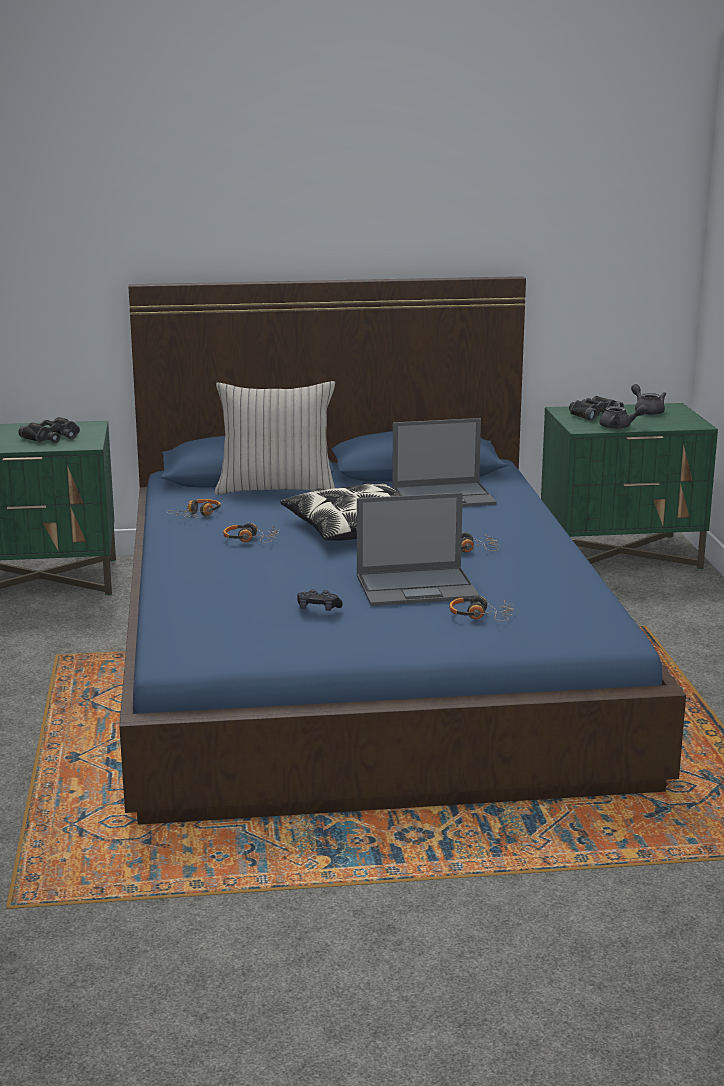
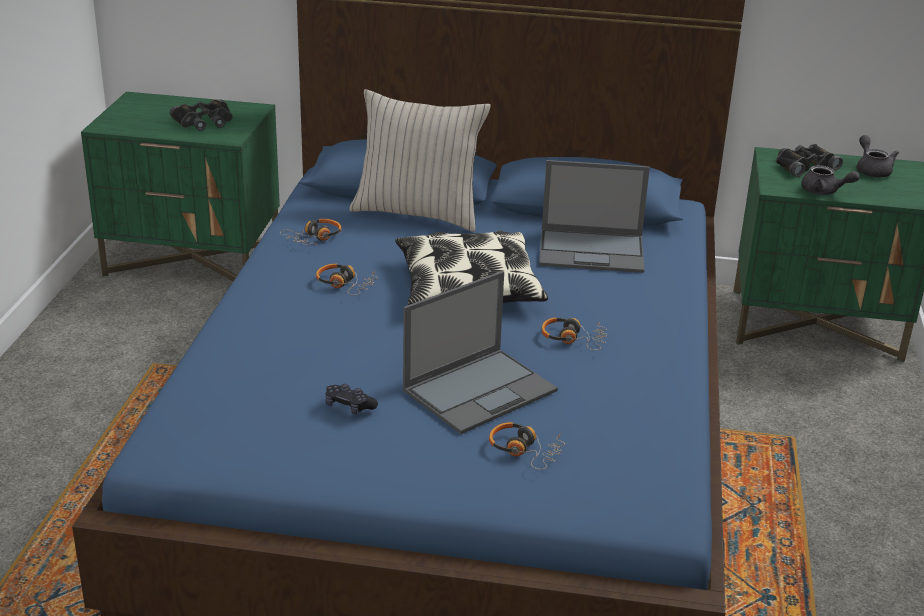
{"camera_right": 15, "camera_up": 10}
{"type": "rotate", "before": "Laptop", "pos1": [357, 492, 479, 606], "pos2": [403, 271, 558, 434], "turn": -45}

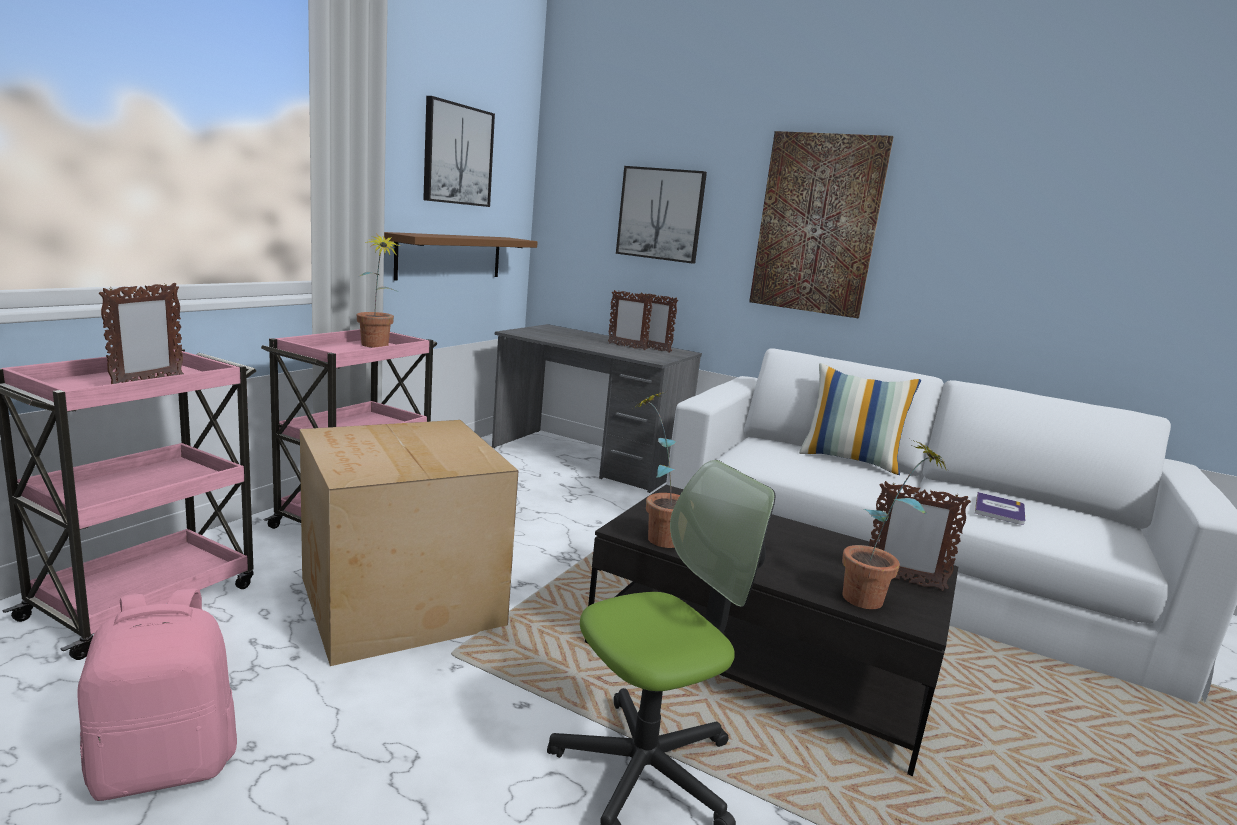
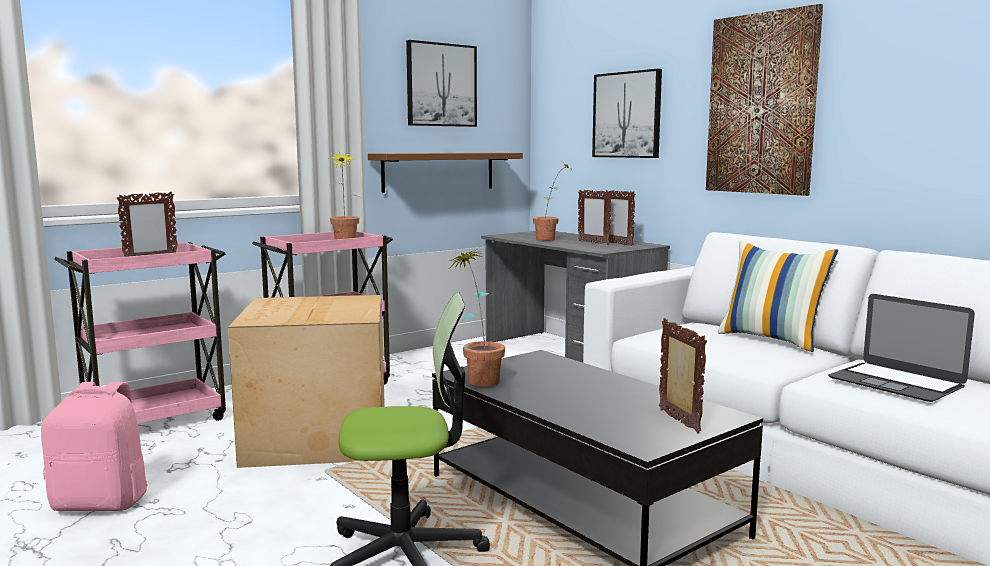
{"camera_right": 25, "camera_up": -5}
{"type": "move", "before": "PottedPlant", "pos1": [842, 439, 950, 609], "pos2": [533, 161, 571, 241]}
{"type": "rotate", "before": "PictureFrame", "pos1": [869, 481, 971, 591], "pos2": [659, 318, 707, 434], "turn": -150}
{"type": "replace", "before": "Volume", "after": "Laptop", "pos1": [975, 492, 1025, 525], "pos2": [828, 294, 975, 402]}

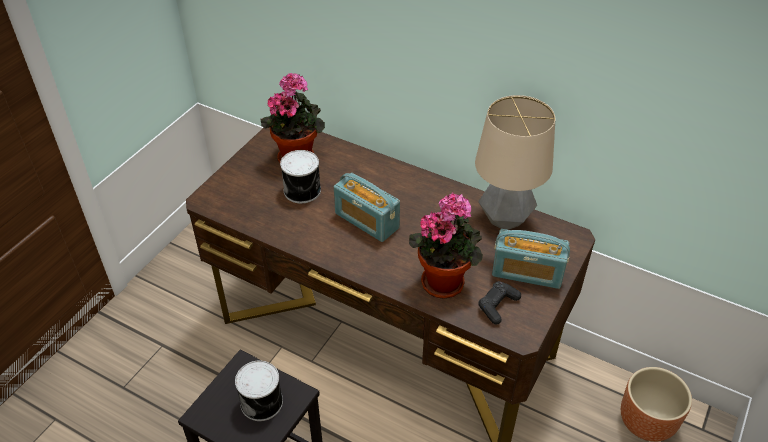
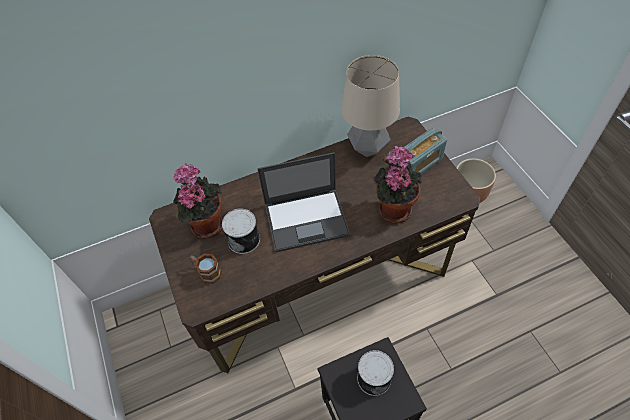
{"camera_right": -50, "camera_up": 10}
{"type": "replace", "before": "RadioSet", "after": "Laptop", "pos1": [334, 173, 400, 242], "pos2": [258, 152, 350, 252]}
{"type": "delete", "before": "BlackJoypad", "pos1": [478, 281, 521, 325]}
{"type": "insert", "after": "CoffeeMug", "pos2": [190, 254, 222, 284]}

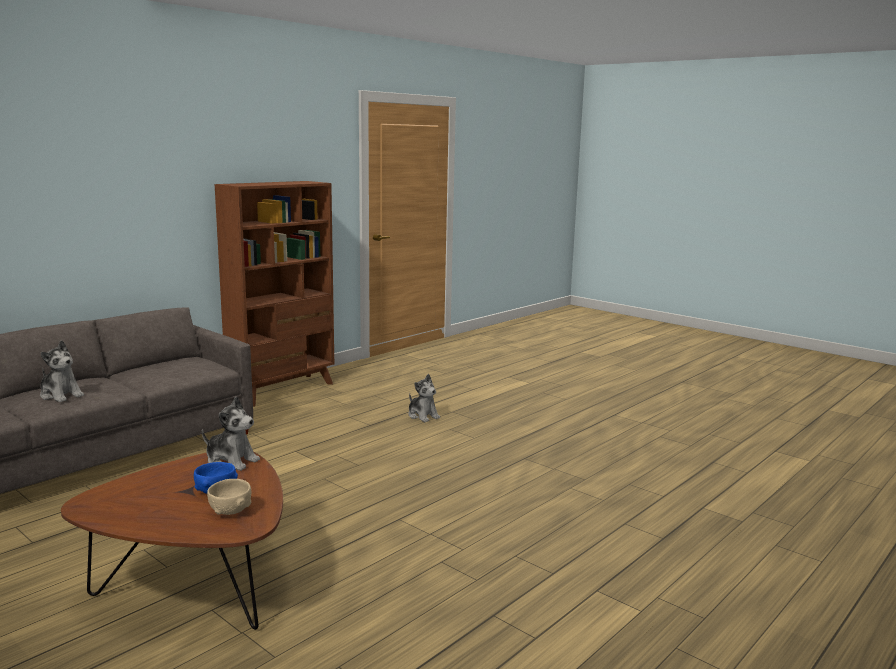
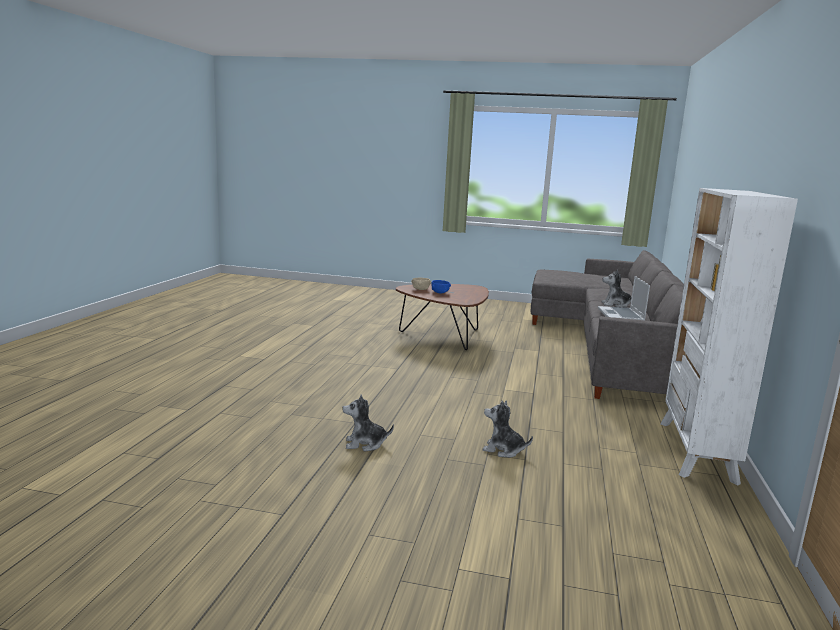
{"camera_right": 150, "camera_up": 0}
{"type": "move", "before": "CuddlyToy", "pos1": [202, 396, 260, 471], "pos2": [342, 395, 394, 452]}
{"type": "recolor", "before": "BrownishBookcase", "after": "WhiteColouredBookcase", "pos1": [215, 181, 334, 407], "pos2": [660, 188, 798, 485]}
{"type": "insert", "after": "Laptop", "pos2": [598, 276, 650, 321]}

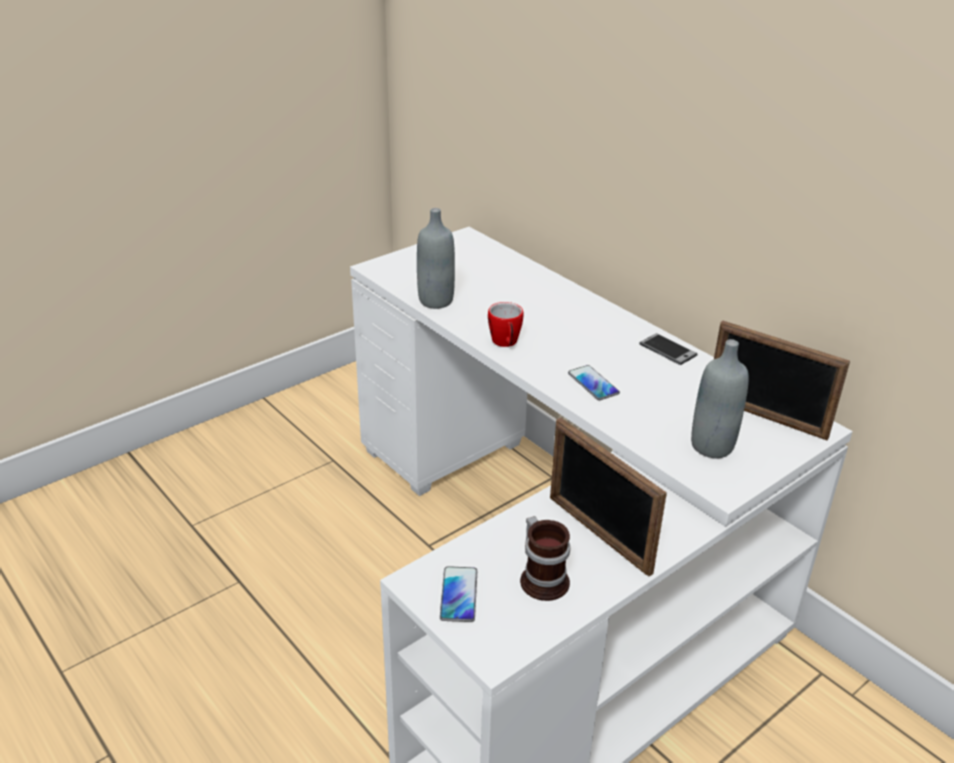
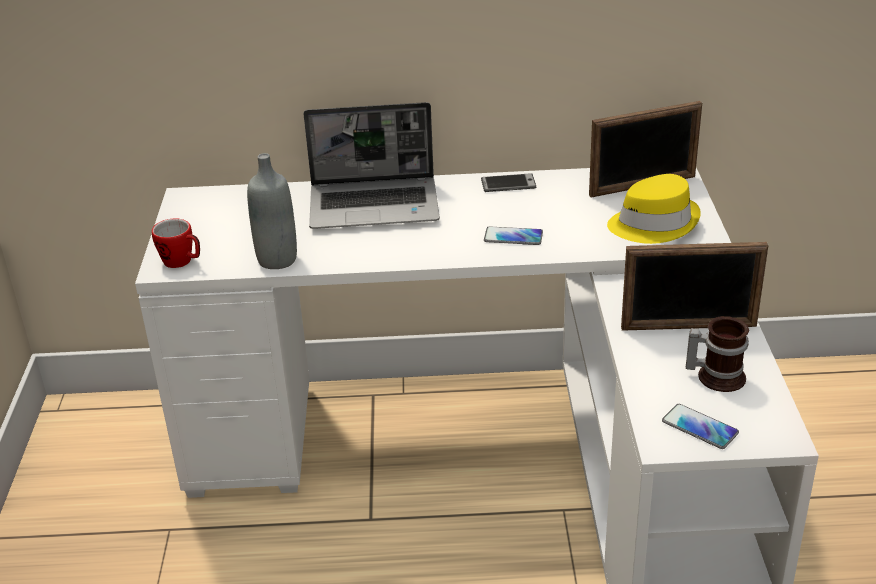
{"camera_right": -50, "camera_up": 0}
{"type": "move", "before": "CoffeeMug", "pos1": [488, 302, 524, 347], "pos2": [152, 218, 200, 268]}
{"type": "replace", "before": "GreyishDrinkBottle", "after": "YellowColouredWearableHat", "pos1": [691, 339, 749, 459], "pos2": [607, 174, 701, 244]}
{"type": "insert", "after": "Laptop", "pos2": [304, 102, 440, 229]}

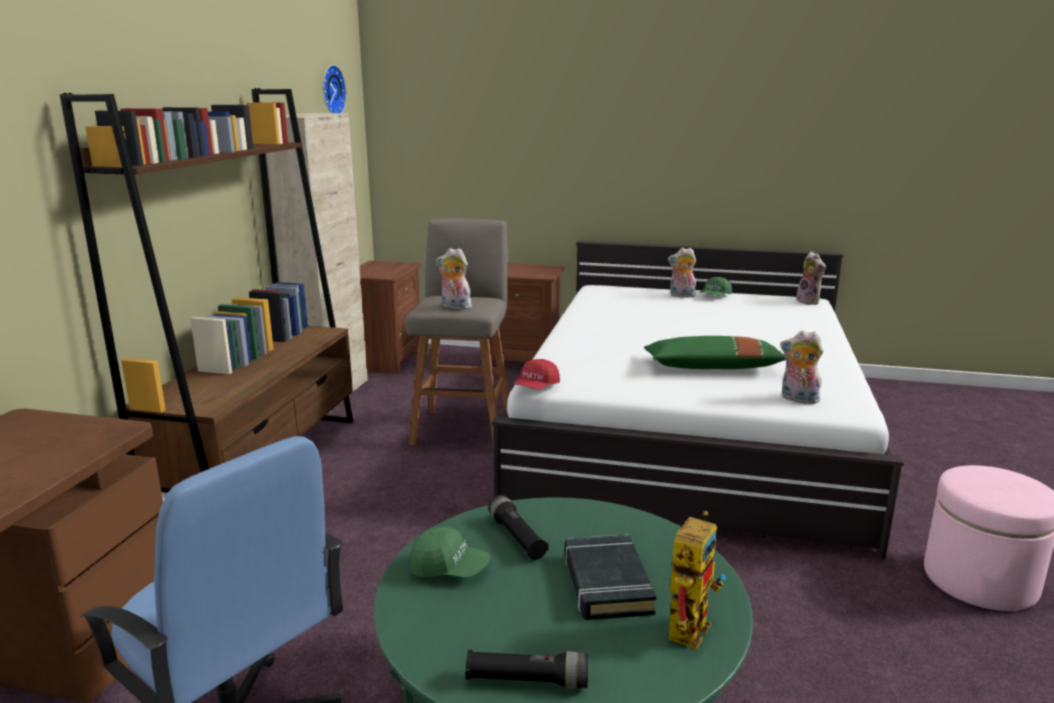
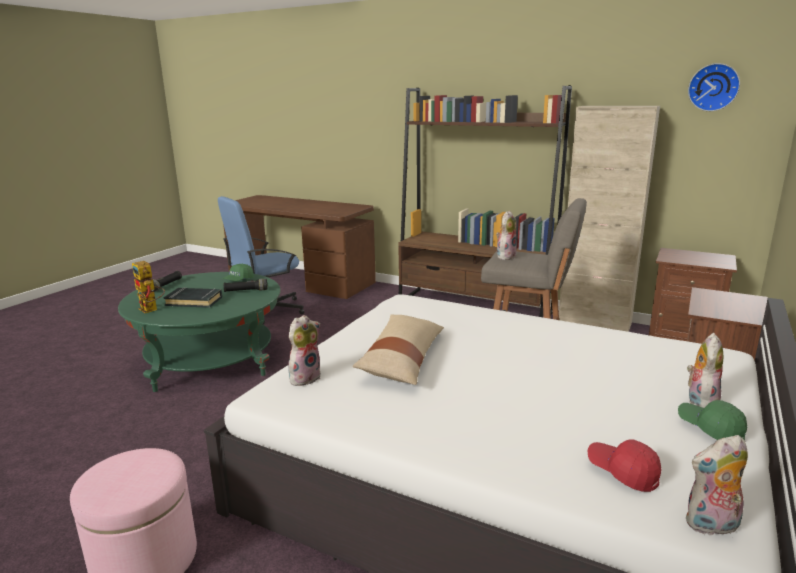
{"camera_right": 105, "camera_up": 0}
{"type": "move", "before": "RedCap", "pos1": [514, 359, 560, 390], "pos2": [587, 439, 662, 492]}
{"type": "recolor", "before": "GreenishThrowPillow", "after": "BeigeColouredThrowPillow", "pos1": [644, 336, 786, 369], "pos2": [352, 314, 444, 385]}

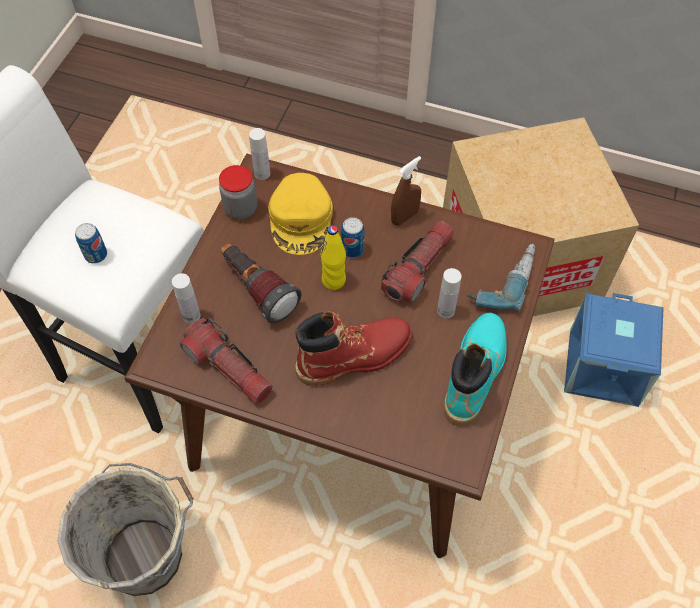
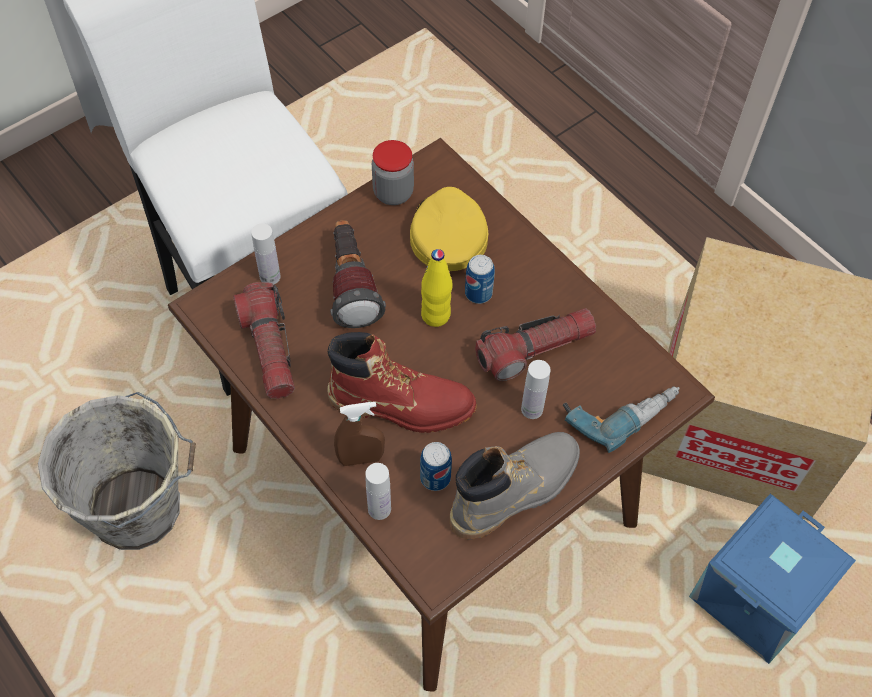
{"camera_right": 30, "camera_up": 0}
{"type": "move", "before": "SealedCan", "pos1": [75, 223, 107, 264], "pos2": [420, 442, 452, 491]}
{"type": "move", "before": "WhiteColouredDrinkBottle", "pos1": [249, 128, 270, 180], "pos2": [365, 463, 391, 520]}
{"type": "rotate", "before": "YellowColouredCap", "pos1": [268, 173, 333, 255], "pos2": [410, 187, 488, 271], "turn": 150}
{"type": "move", "before": "BrownishSprayer", "pos1": [391, 156, 421, 226], "pos2": [334, 402, 385, 466]}
{"type": "recolor", "before": "BlueGreenBoot", "after": "GreyishBoot", "pos1": [444, 313, 507, 427], "pos2": [450, 432, 580, 539]}

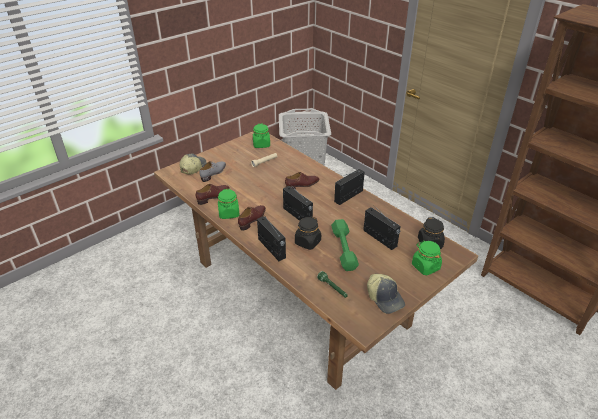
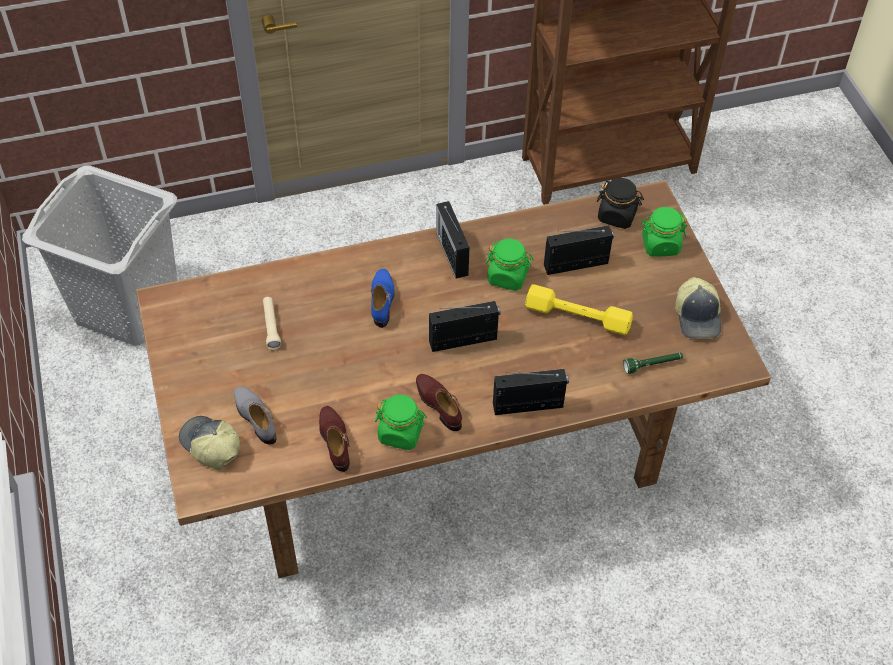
{"camera_right": -65, "camera_up": 15}
{"type": "move", "before": "GreenishPreserveJar", "pos1": [253, 124, 270, 148], "pos2": [485, 239, 534, 291]}
{"type": "recolor", "before": "BrownishLowShoe", "after": "BluishLowShoe", "pos1": [285, 172, 319, 190], "pos2": [371, 269, 395, 328]}
{"type": "delete", "before": "BlackPreserveJar", "pos1": [295, 216, 321, 250]}
{"type": "recolor", "before": "GreenishDumbbell", "after": "YellowColouredDumbbell", "pos1": [331, 219, 359, 271], "pos2": [525, 284, 633, 335]}
{"type": "rotate", "before": "Cap", "pos1": [367, 274, 405, 314], "pos2": [675, 277, 721, 338], "turn": 90}

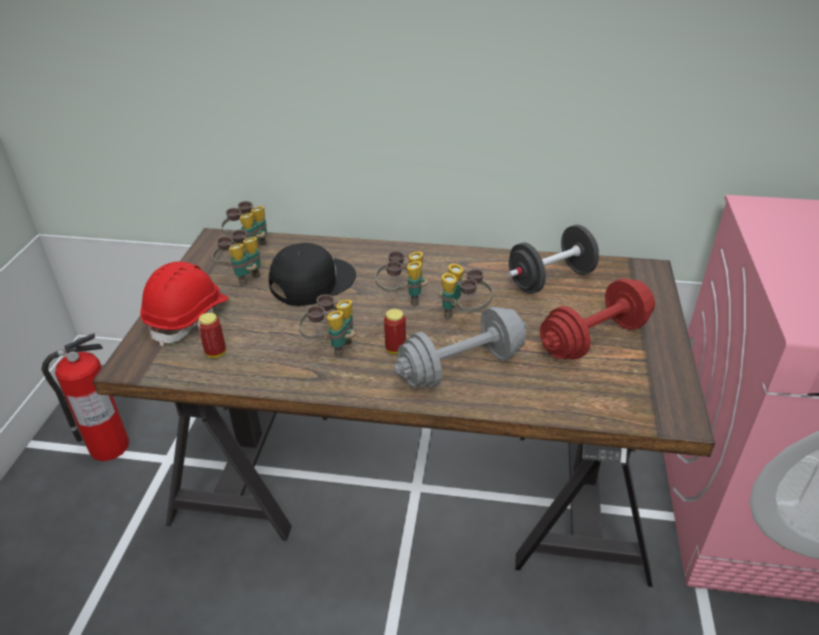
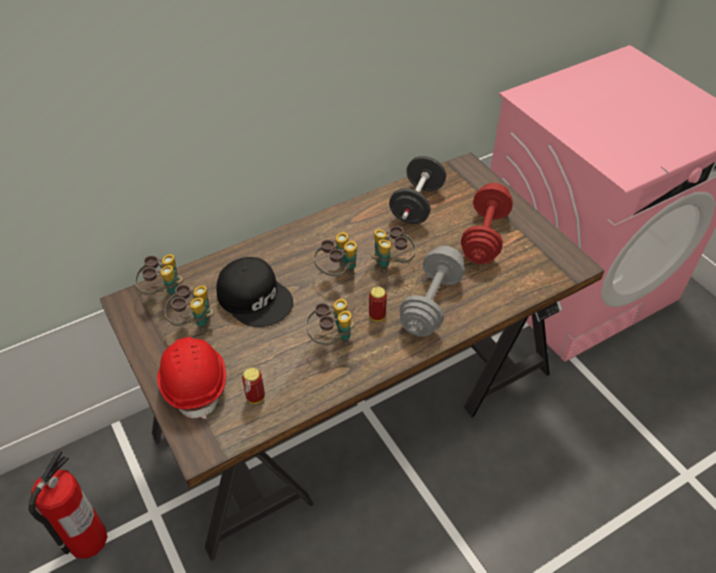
{"camera_right": -40, "camera_up": 10}
{"type": "rotate", "before": "BlackCap", "pos1": [269, 243, 356, 306], "pos2": [216, 257, 293, 327], "turn": 120}

